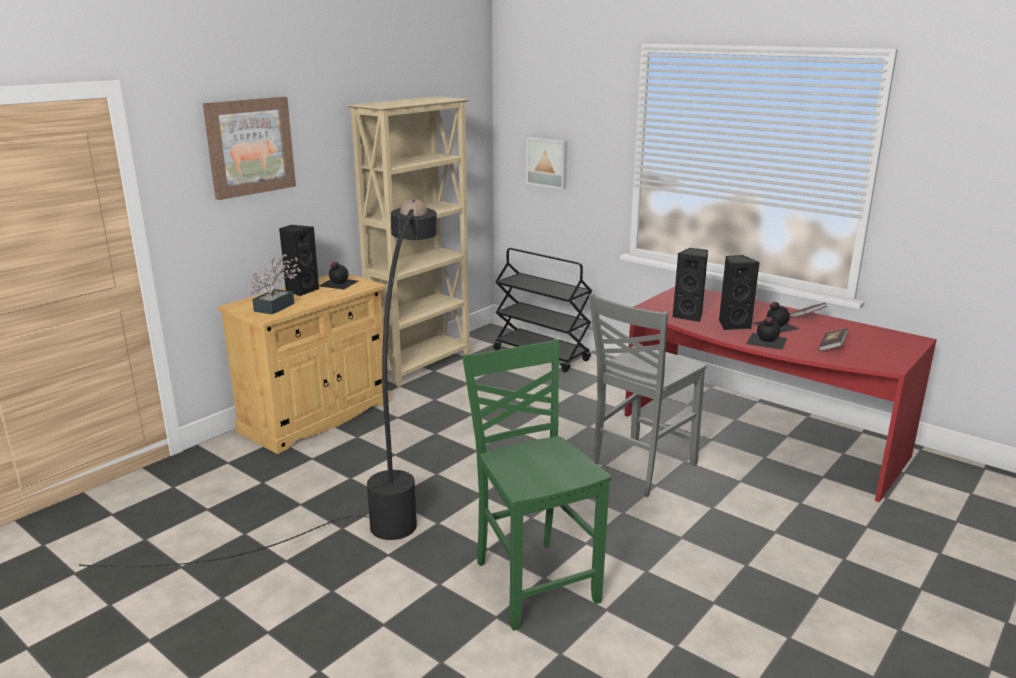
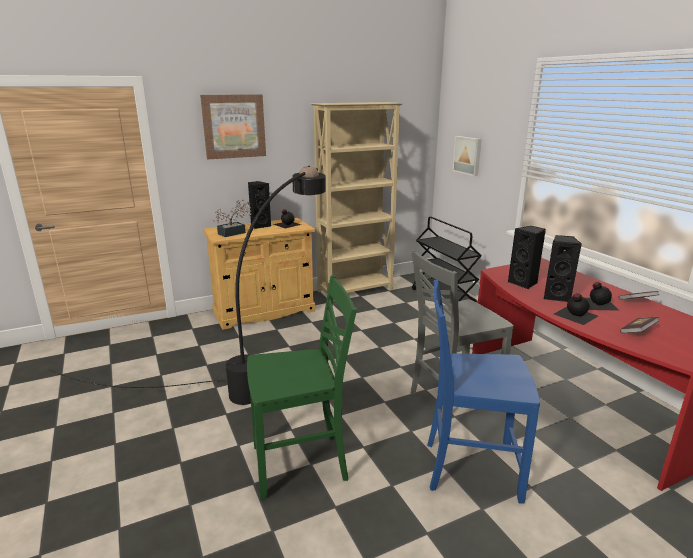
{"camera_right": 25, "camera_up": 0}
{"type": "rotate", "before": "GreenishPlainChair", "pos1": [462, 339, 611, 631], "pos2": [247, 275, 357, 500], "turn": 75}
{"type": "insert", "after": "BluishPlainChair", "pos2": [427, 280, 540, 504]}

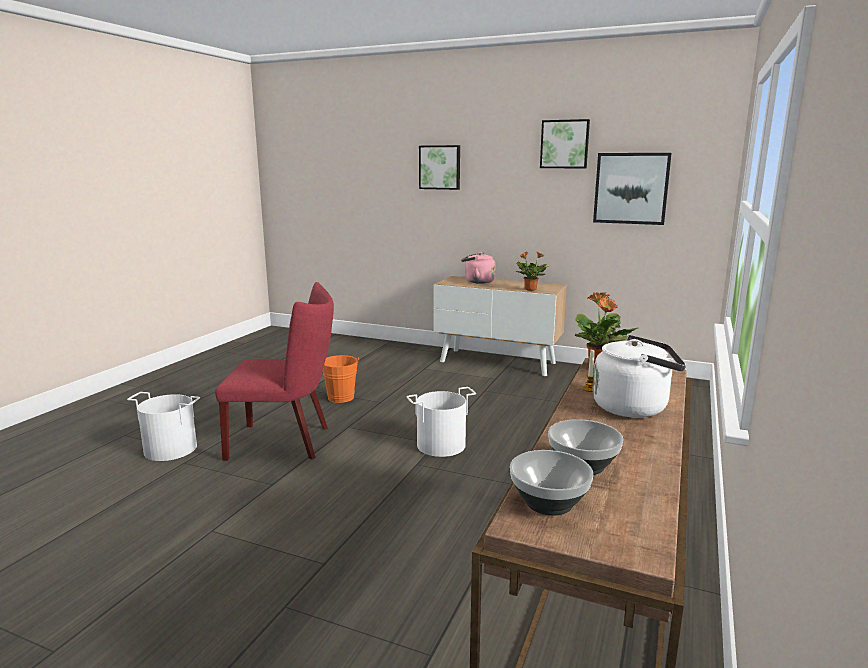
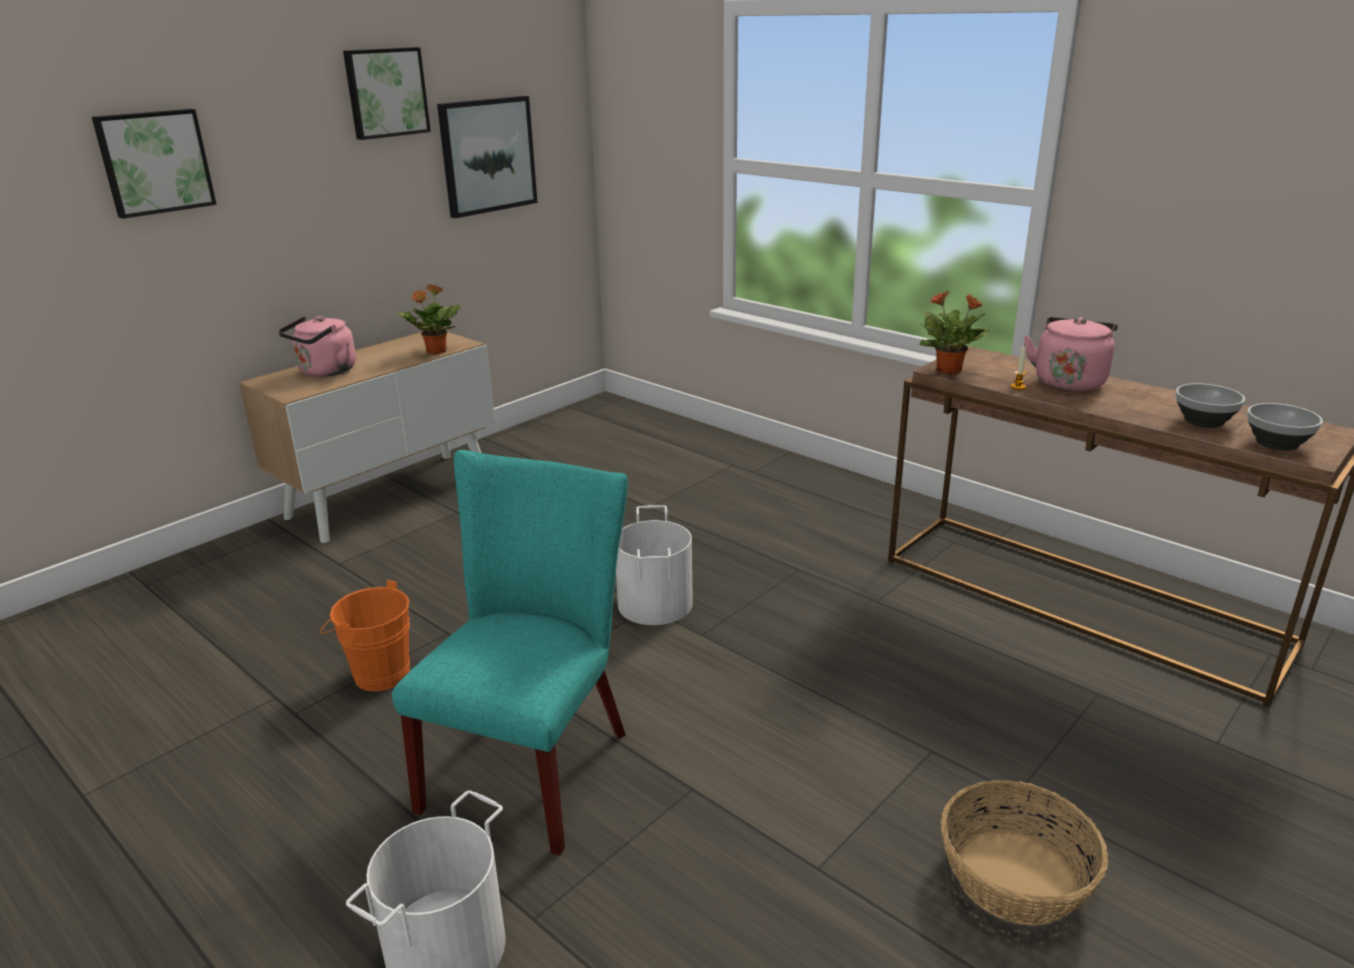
{"camera_right": -70, "camera_up": 10}
{"type": "recolor", "before": "RedPlainChair", "after": "BlueGreenPlainChair", "pos1": [215, 282, 334, 461], "pos2": [392, 450, 628, 856]}
{"type": "recolor", "before": "WhiteColouredTeaKettle", "after": "PinkishTeaKettle", "pos1": [592, 335, 686, 418], "pos2": [1024, 317, 1118, 391]}
{"type": "insert", "after": "HouseholdBasket", "pos2": [941, 780, 1108, 926]}

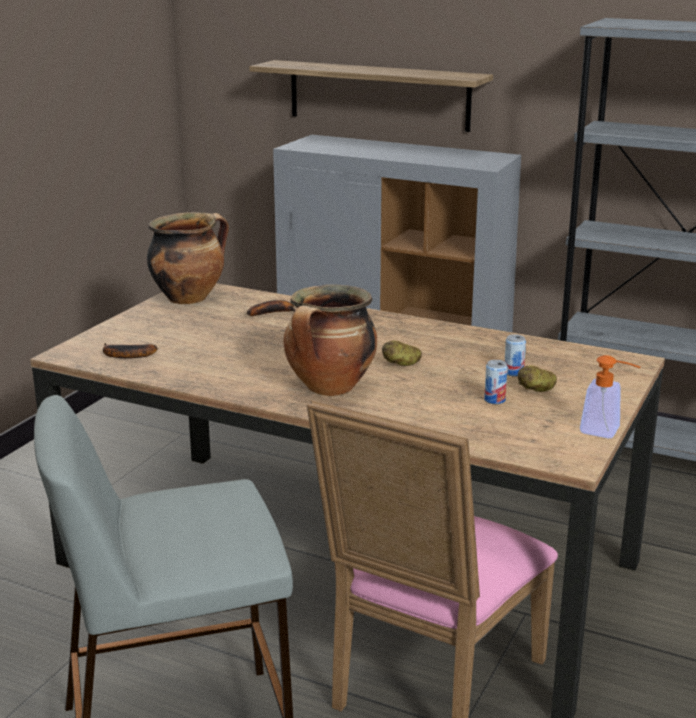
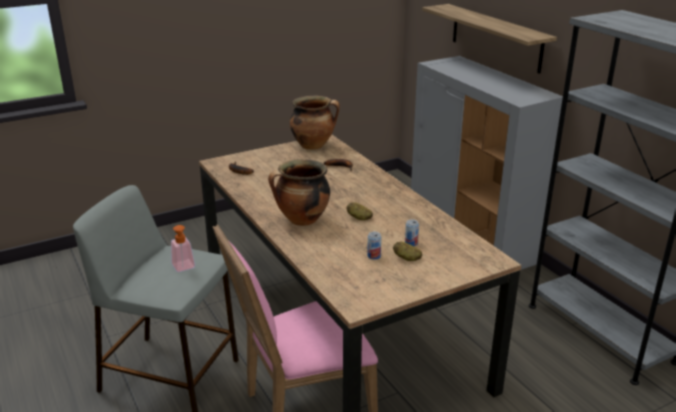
{"camera_right": 35, "camera_up": 5}
{"type": "move", "before": "SoapBottle", "pos1": [580, 355, 640, 438], "pos2": [171, 225, 195, 272]}

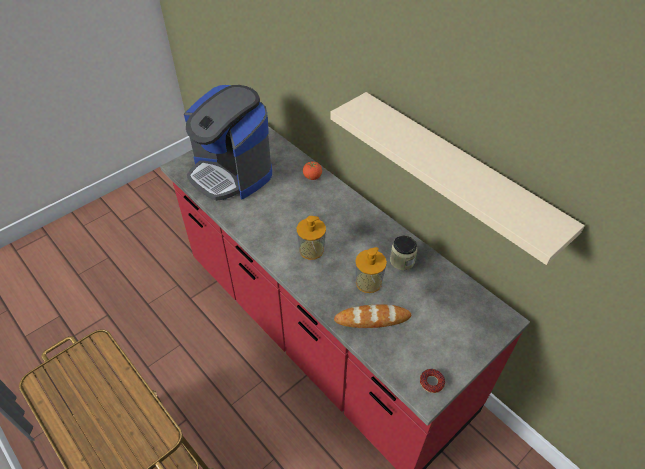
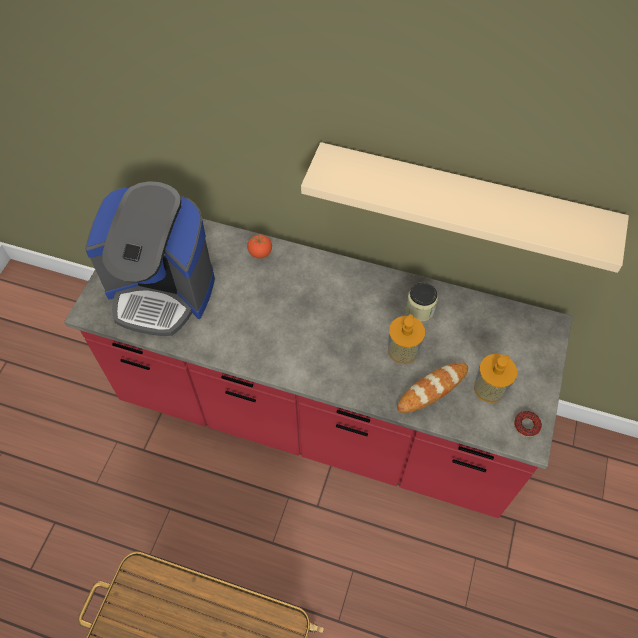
{"camera_right": -30, "camera_up": 10}
{"type": "move", "before": "SoapBottle", "pos1": [297, 216, 326, 260], "pos2": [474, 354, 517, 403]}

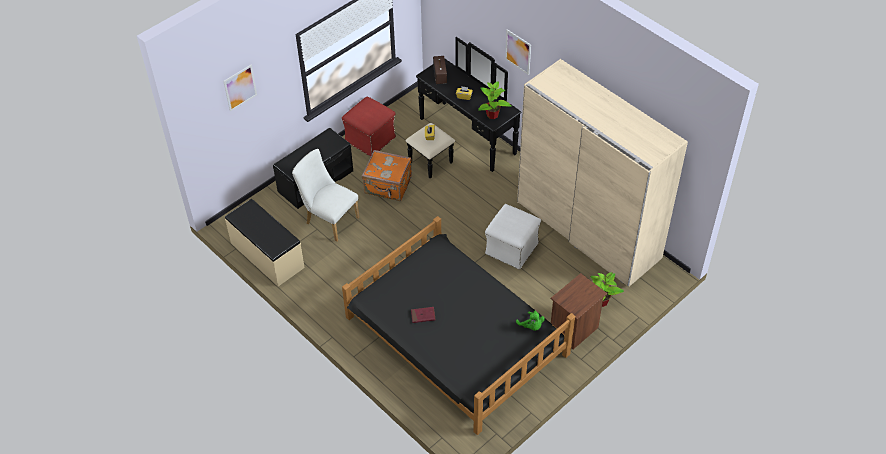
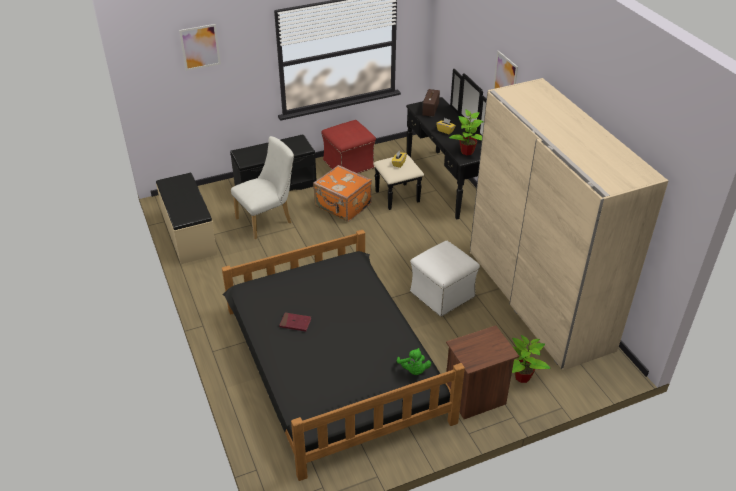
{"camera_right": 20, "camera_up": -10}
{"type": "rotate", "before": "WhiteColouredPlainChair", "pos1": [292, 149, 360, 242], "pos2": [231, 136, 294, 239], "turn": 90}

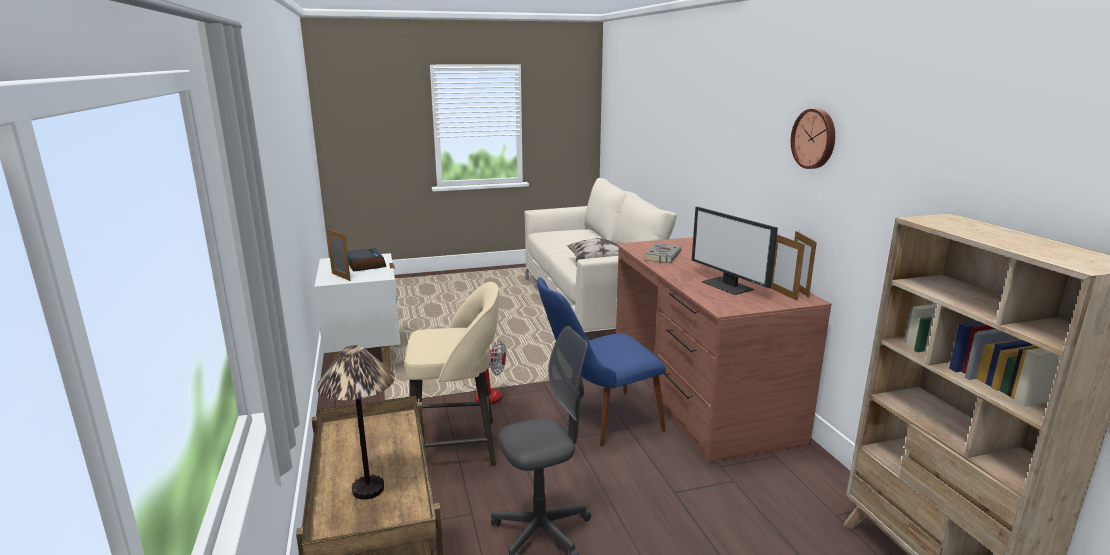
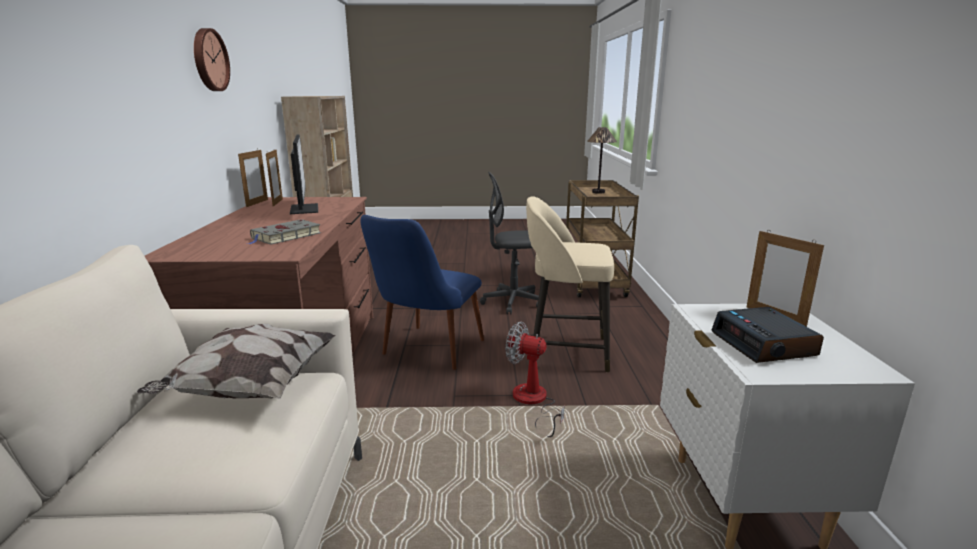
{"camera_right": -165, "camera_up": 0}
{"type": "rotate", "before": "BluishPlainChair", "pos1": [537, 277, 666, 447], "pos2": [361, 215, 484, 370], "turn": 120}

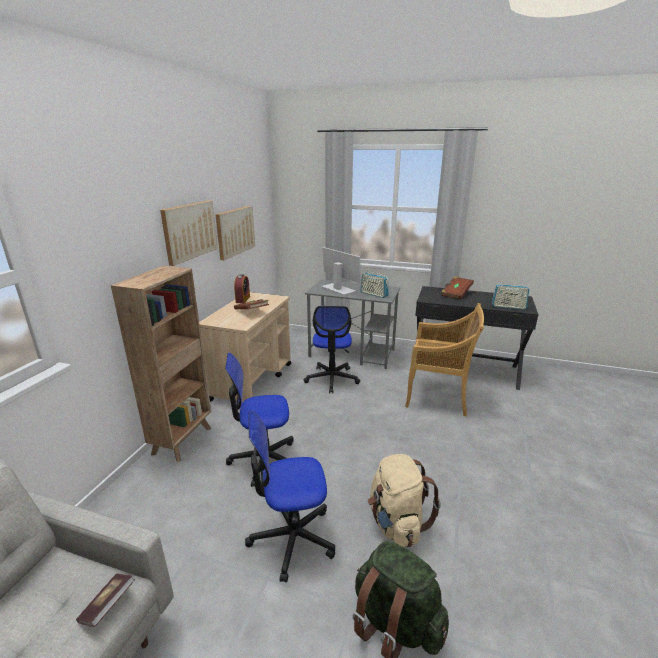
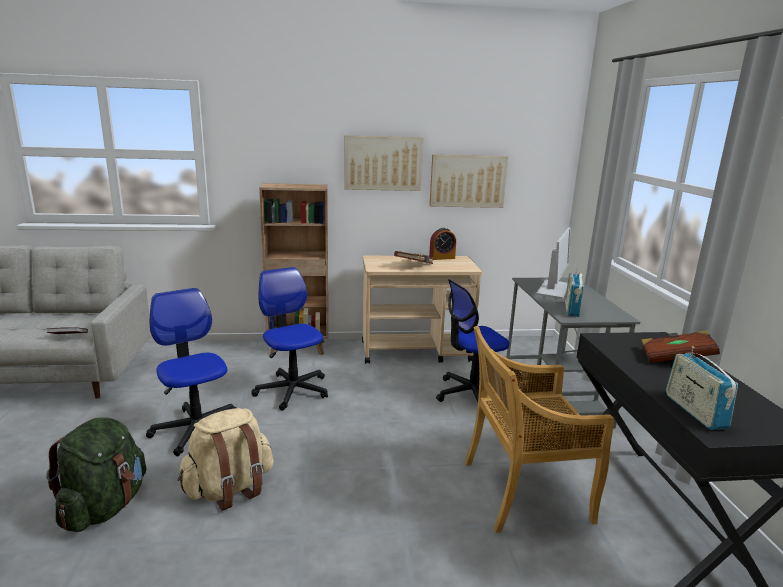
{"camera_right": 65, "camera_up": -5}
{"type": "rotate", "before": "BeigeColouredPlainChair", "pos1": [405, 303, 484, 417], "pos2": [465, 326, 614, 533], "turn": 90}

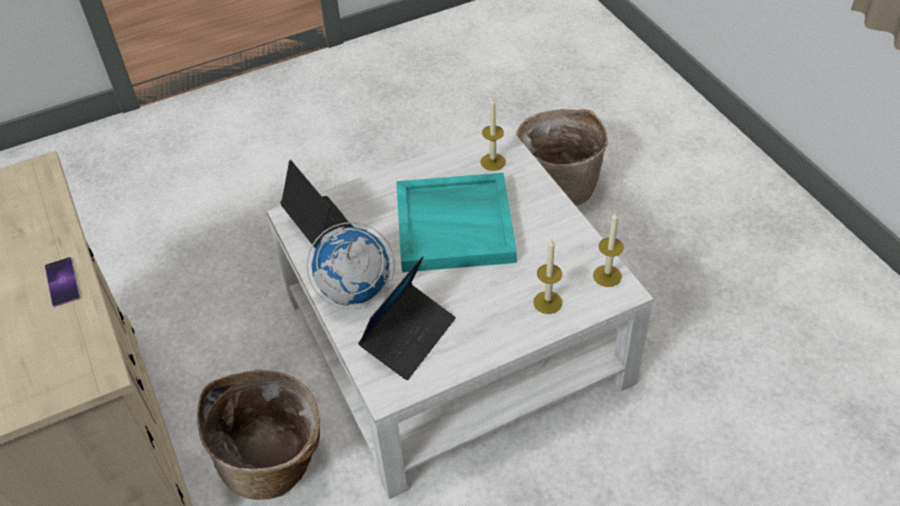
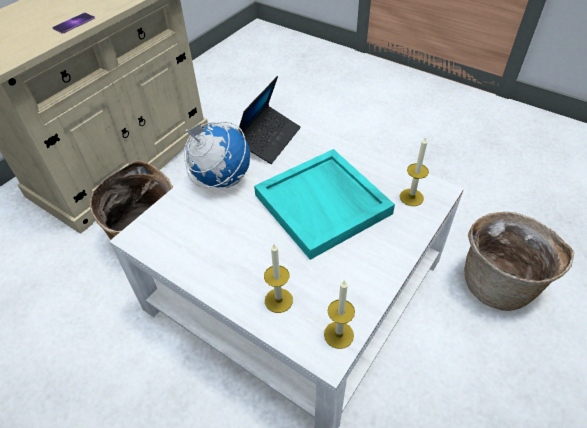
{"camera_right": 60, "camera_up": 0}
{"type": "delete", "before": "Laptop", "pos1": [358, 256, 456, 380]}

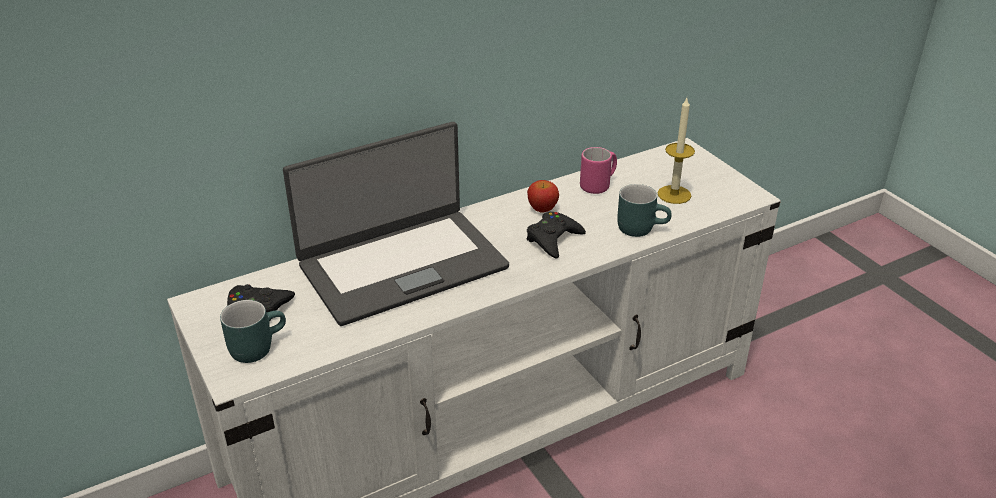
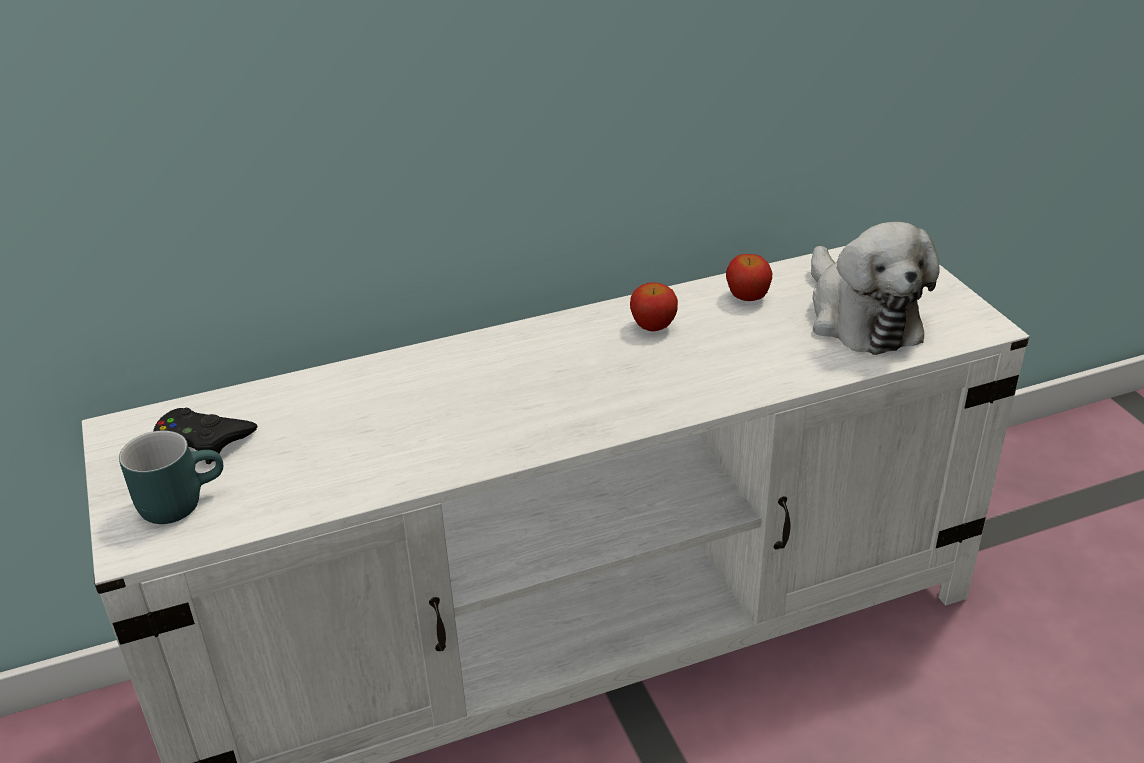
{"camera_right": 10, "camera_up": 0}
{"type": "delete", "before": "Laptop", "pos1": [283, 122, 509, 326]}
{"type": "delete", "before": "BlackJoypad", "pos1": [527, 212, 586, 259]}
{"type": "replace", "before": "PinkishCoffeeMug", "after": "WholeApple", "pos1": [580, 147, 617, 194], "pos2": [726, 254, 772, 301]}
{"type": "delete", "before": "BlueGreenCoffeeMug", "pos1": [617, 184, 672, 237]}
{"type": "replace", "before": "WaxLight", "after": "CuddlyToy", "pos1": [658, 98, 695, 204], "pos2": [811, 222, 940, 355]}

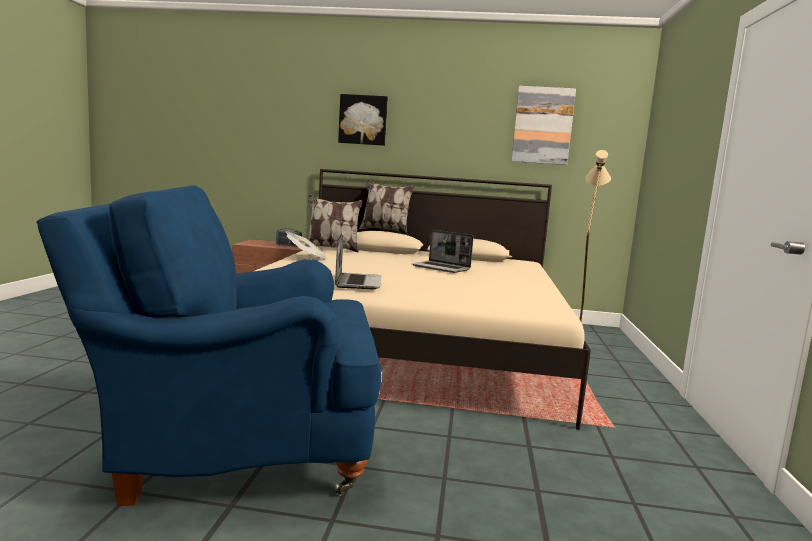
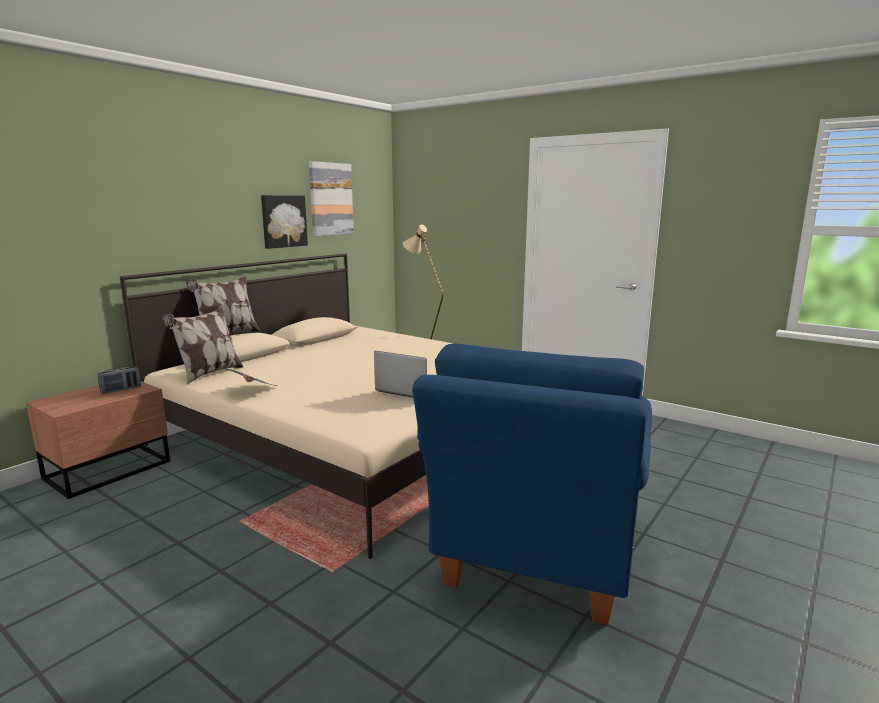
{"camera_right": -60, "camera_up": 5}
{"type": "move", "before": "WallPicture", "pos1": [338, 94, 388, 146], "pos2": [261, 195, 308, 249]}
{"type": "delete", "before": "Laptop", "pos1": [412, 230, 474, 273]}

